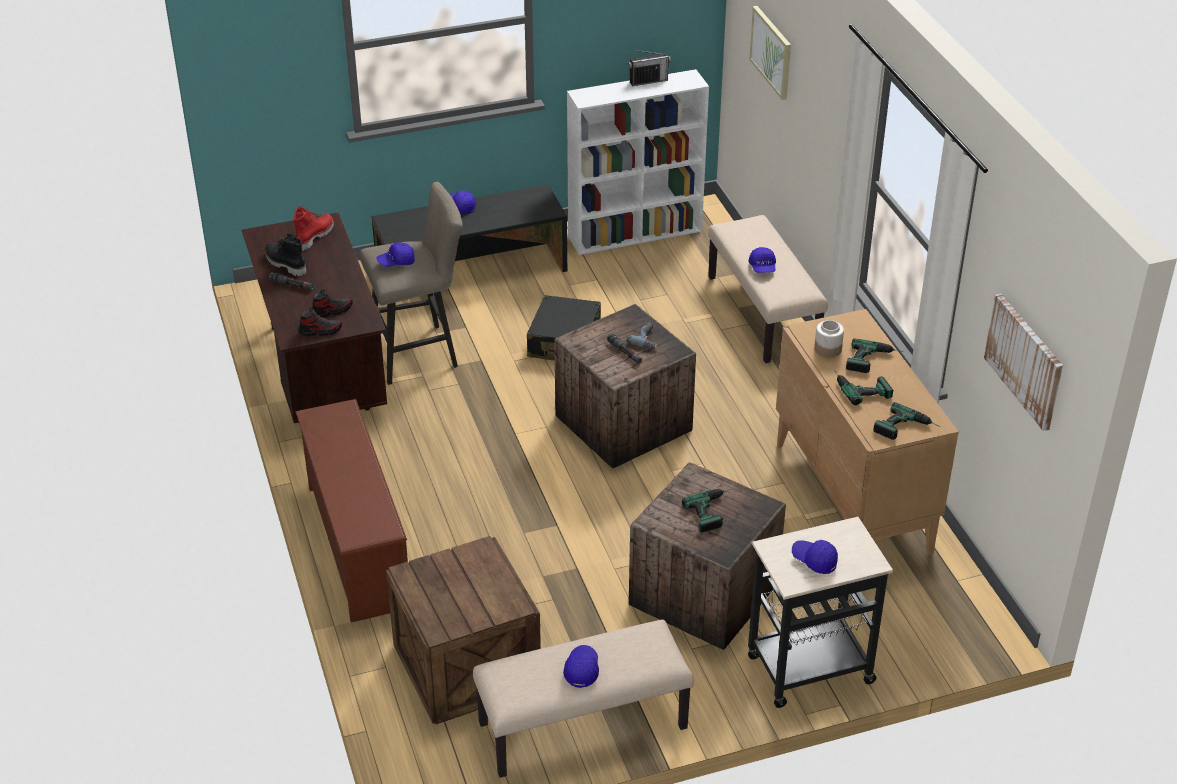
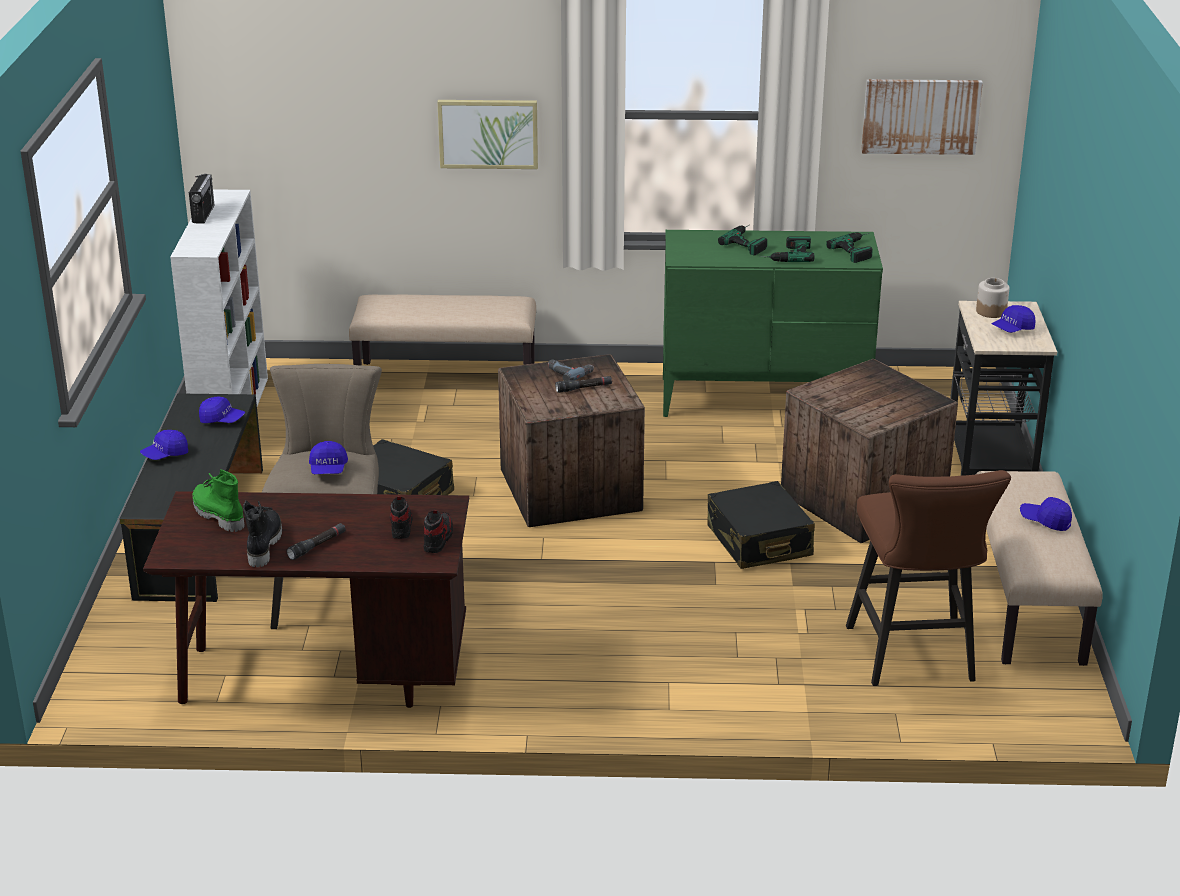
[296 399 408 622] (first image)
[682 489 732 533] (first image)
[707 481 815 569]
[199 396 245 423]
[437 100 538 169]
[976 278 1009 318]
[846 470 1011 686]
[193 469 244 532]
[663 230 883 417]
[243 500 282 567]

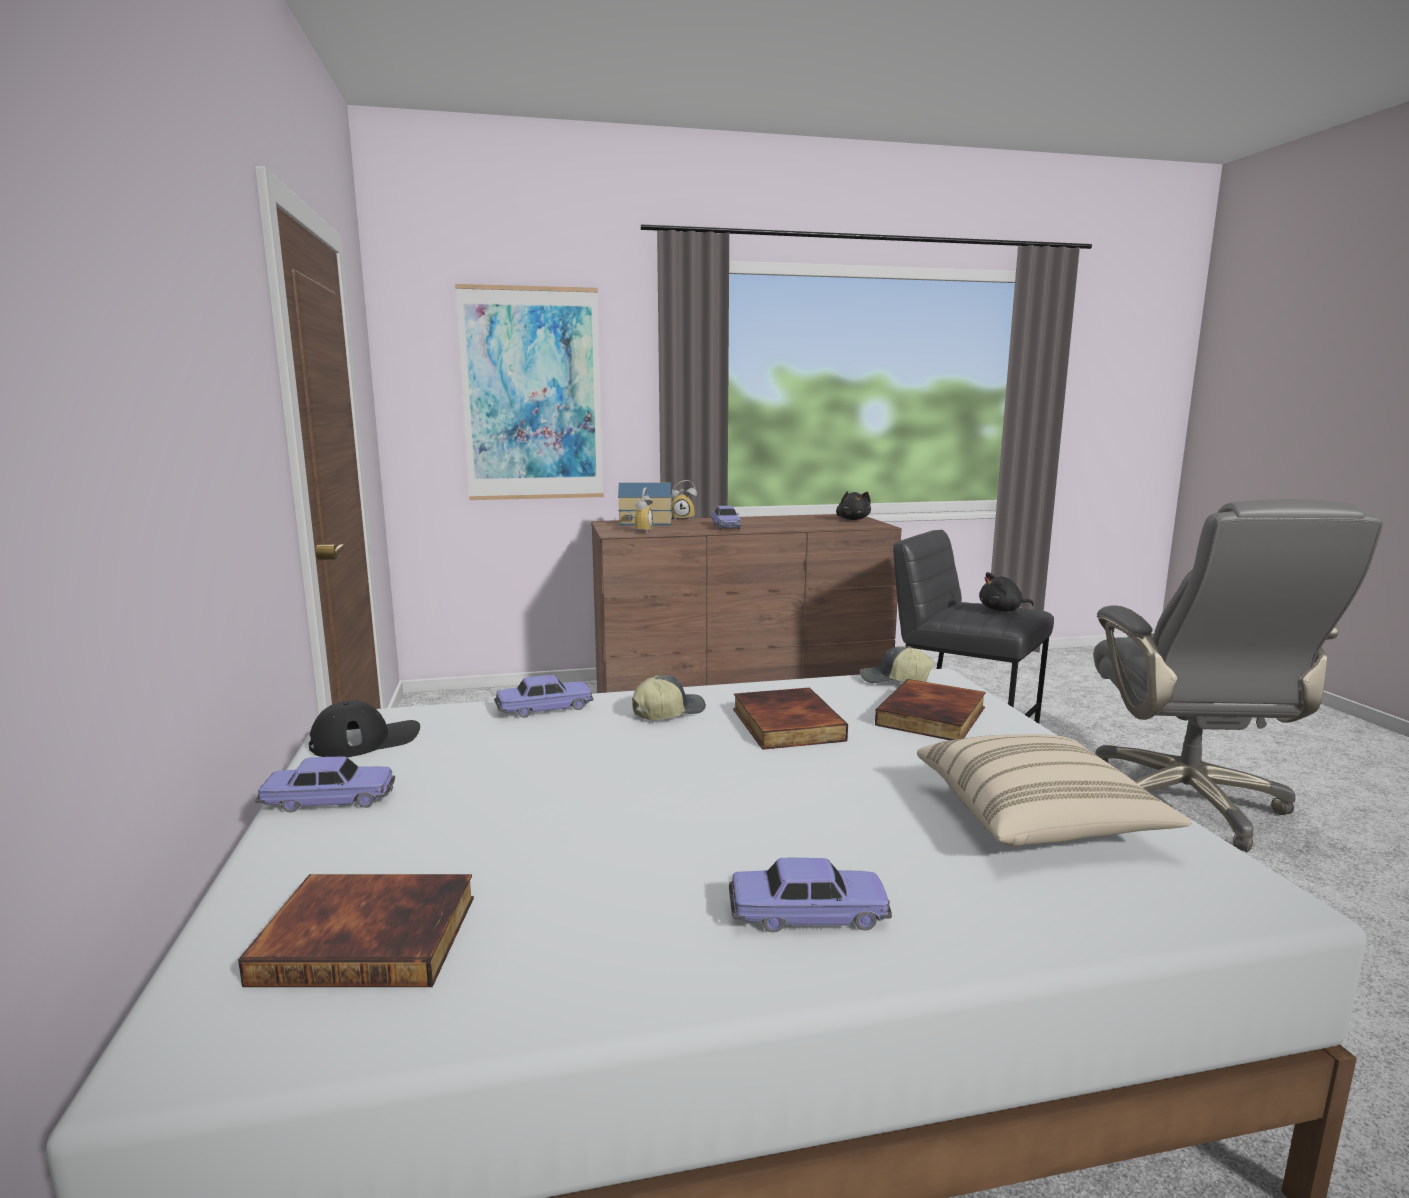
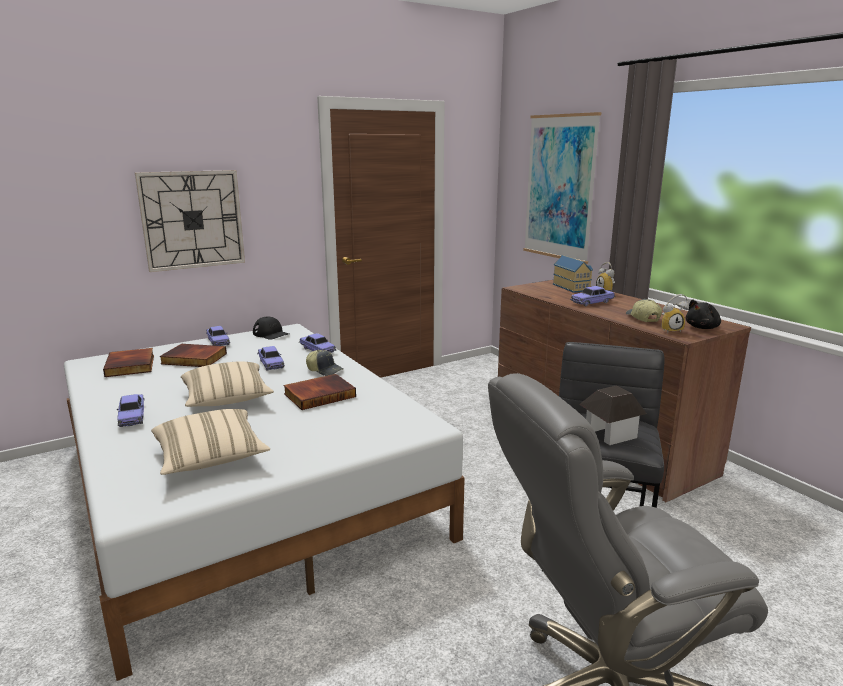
[135 170 245 272]
[181 361 274 407]
[257 346 285 371]
[661 294 689 332]
[626 299 662 322]
[159 344 227 367]
[579 386 647 445]

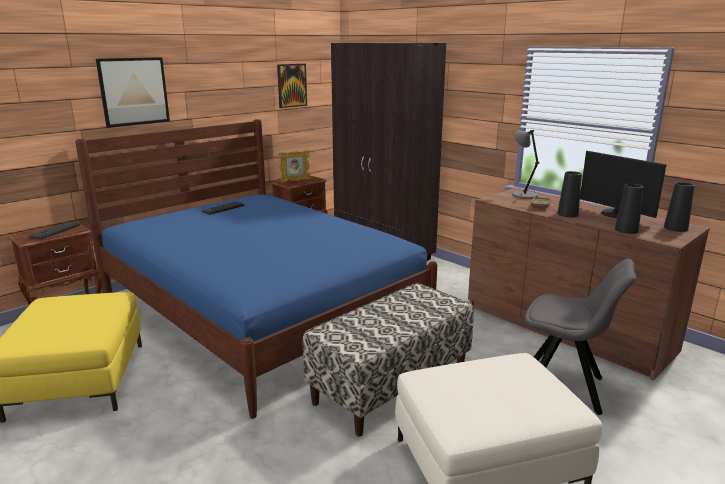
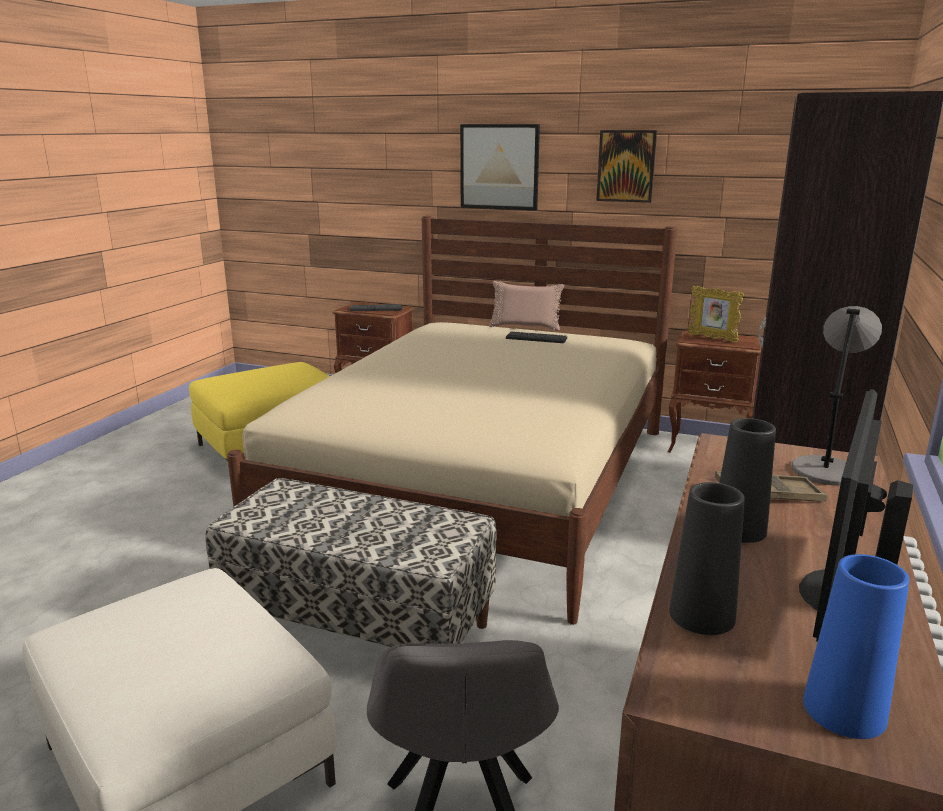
[489 281 564 331]
[596 130 657 203]
[227 216 677 625]
[803 554 909 739]

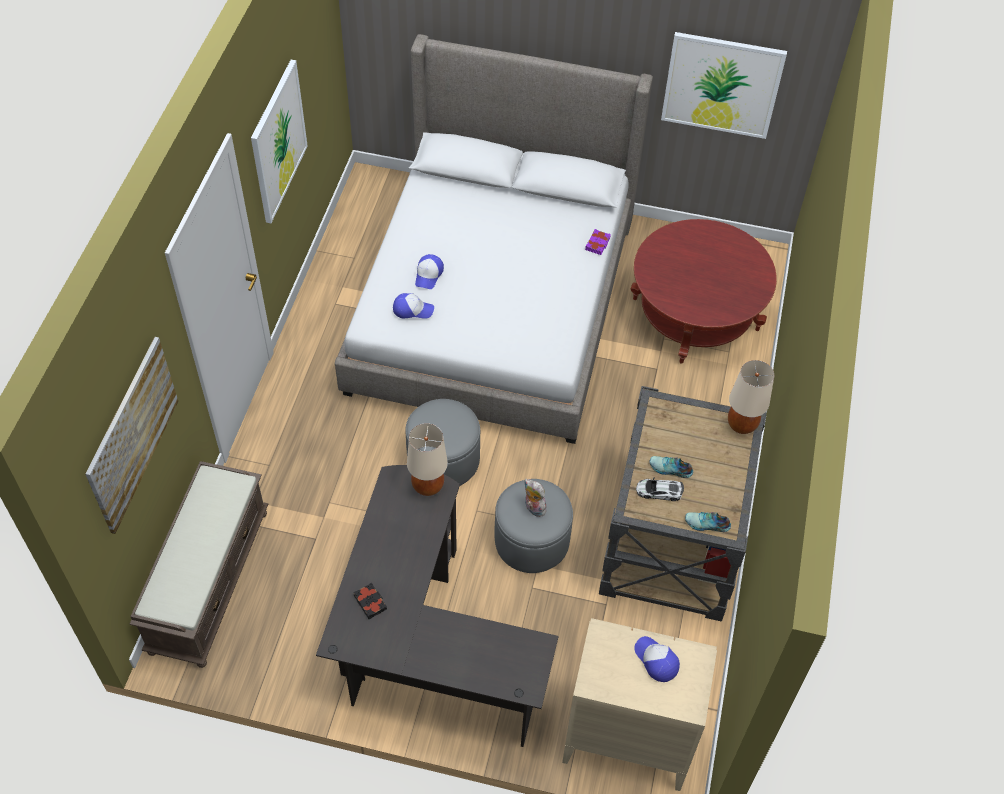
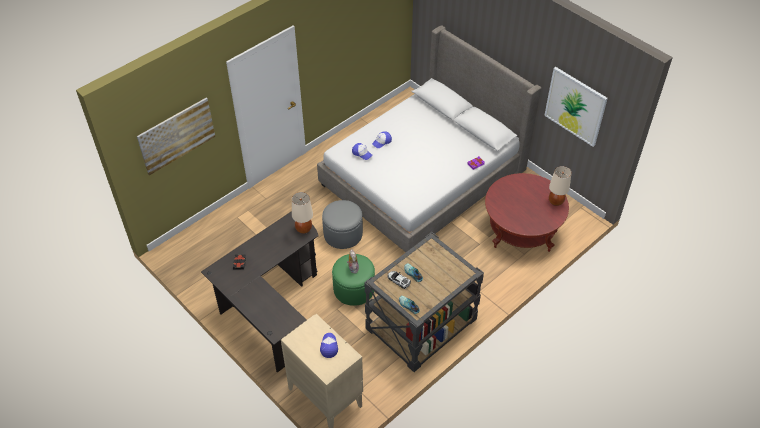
[129 461 268 668] (first image)
[251 60 308 223] (first image)
[549 166 571 206]
[332 254 375 306]

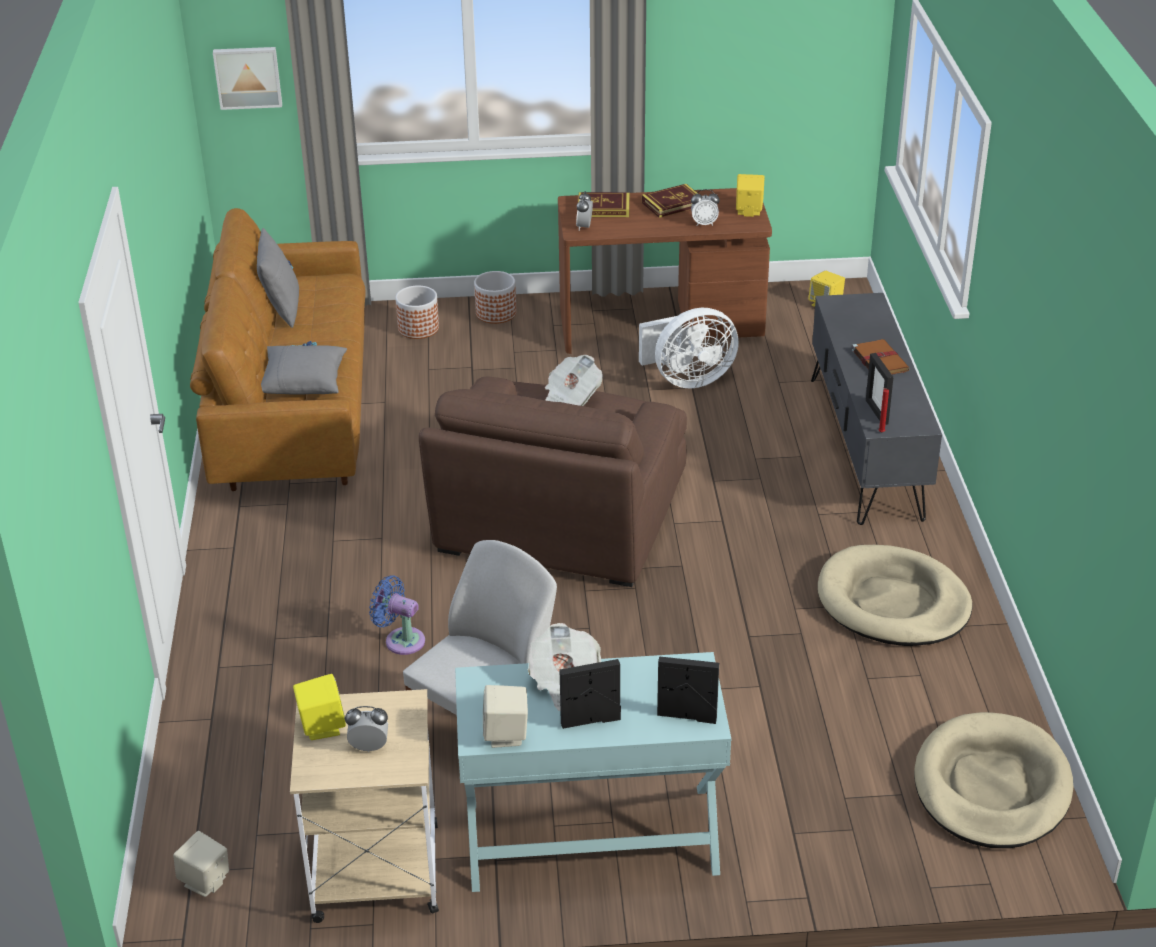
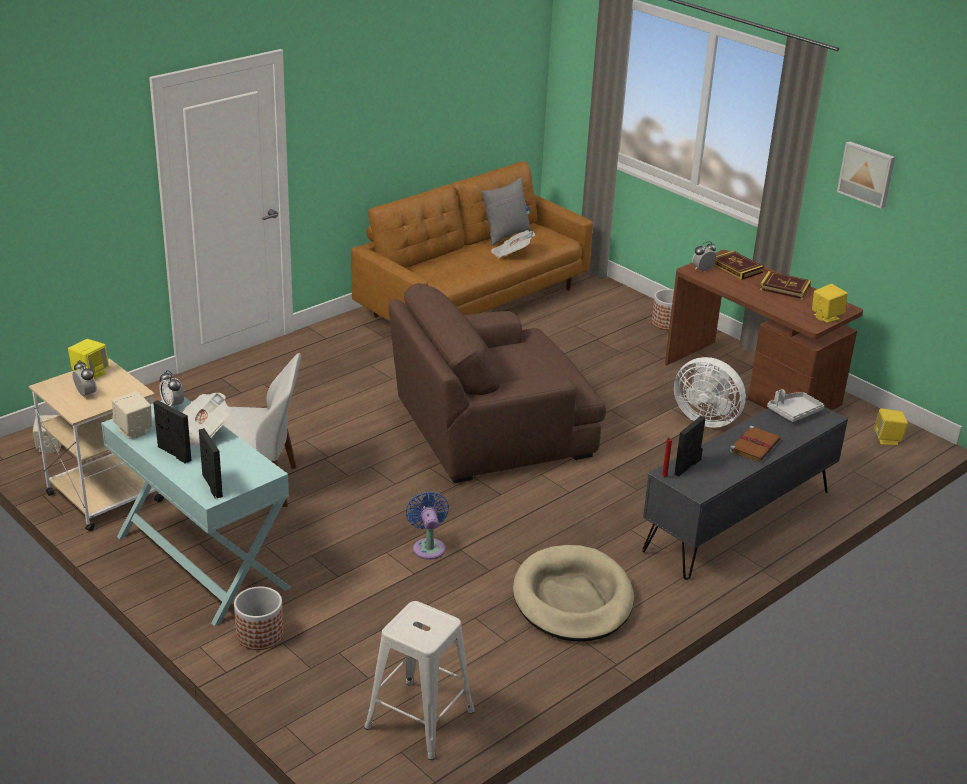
[261 341 347 395] (first image)
[767 389 824 422]
[837 141 895 209]
[406 491 449 560]
[234 587 284 650]
[491 230 535 258]
[159 370 184 408]
[364 601 475 760]

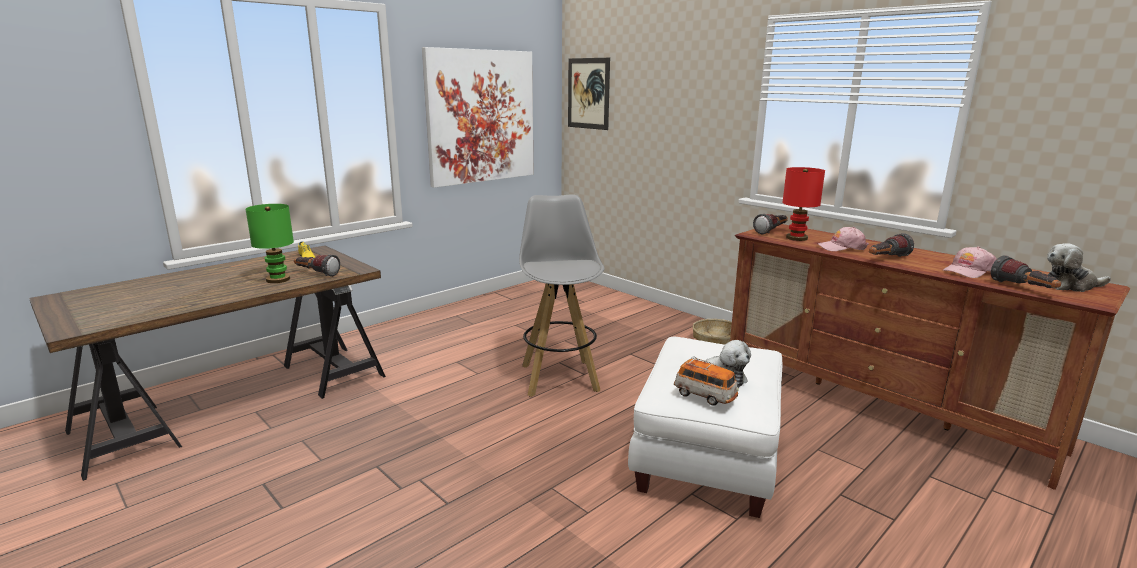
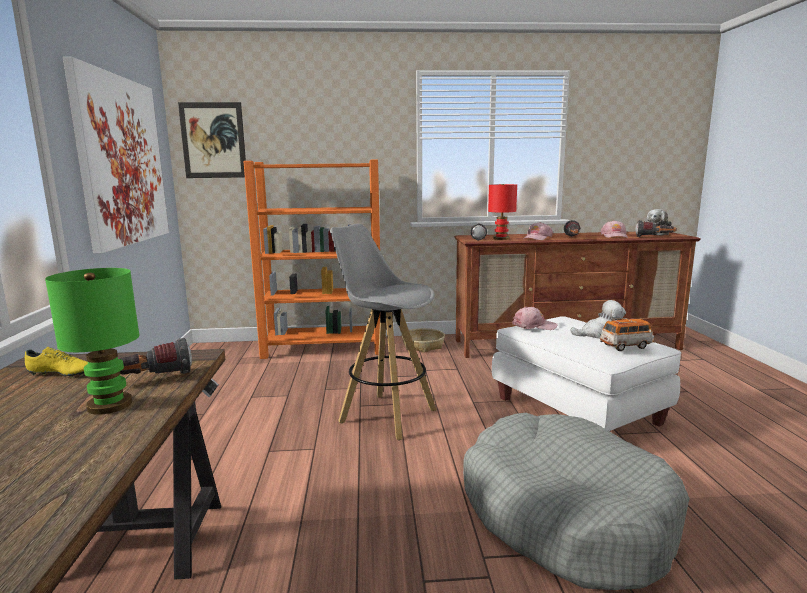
[244 159 380 359]
[463 413 690 590]
[512 307 557 330]

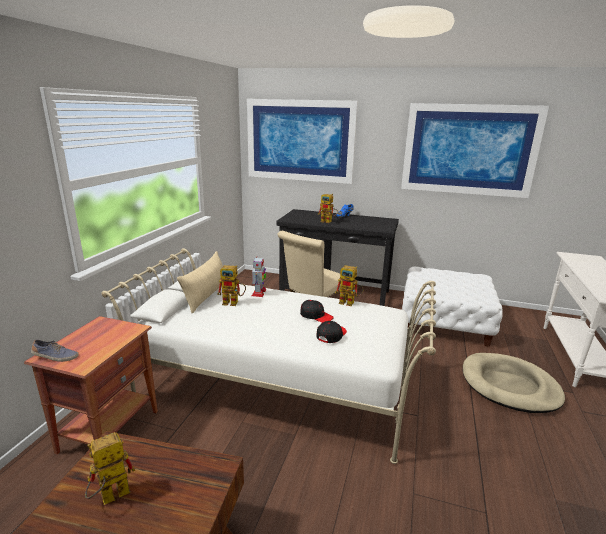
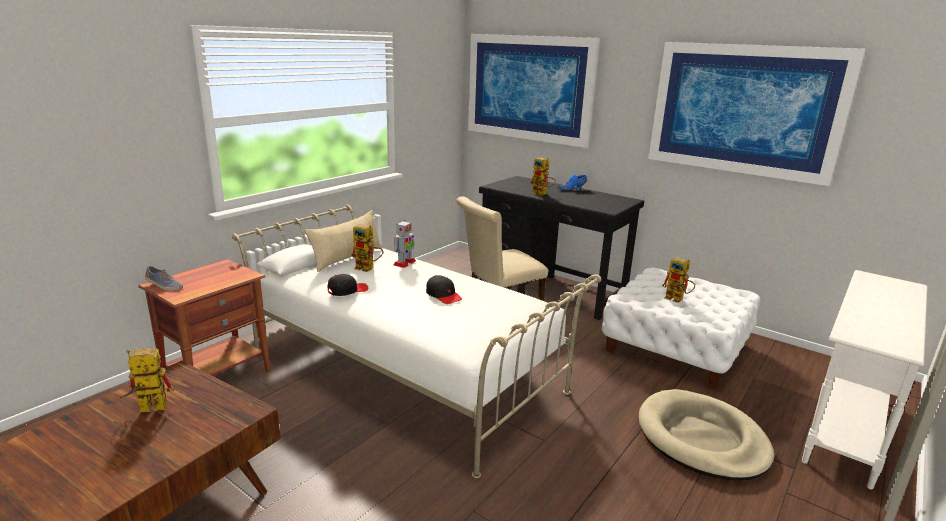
[328 274 368 296]
[662 257 695 303]

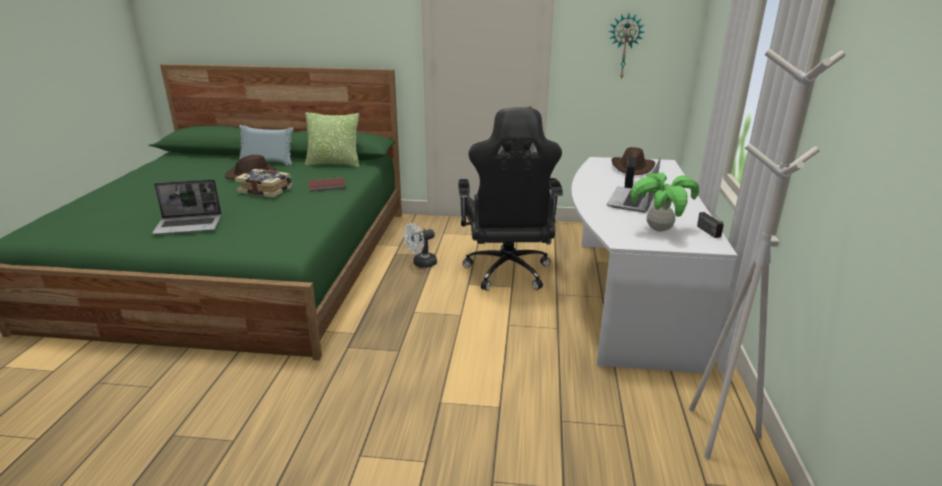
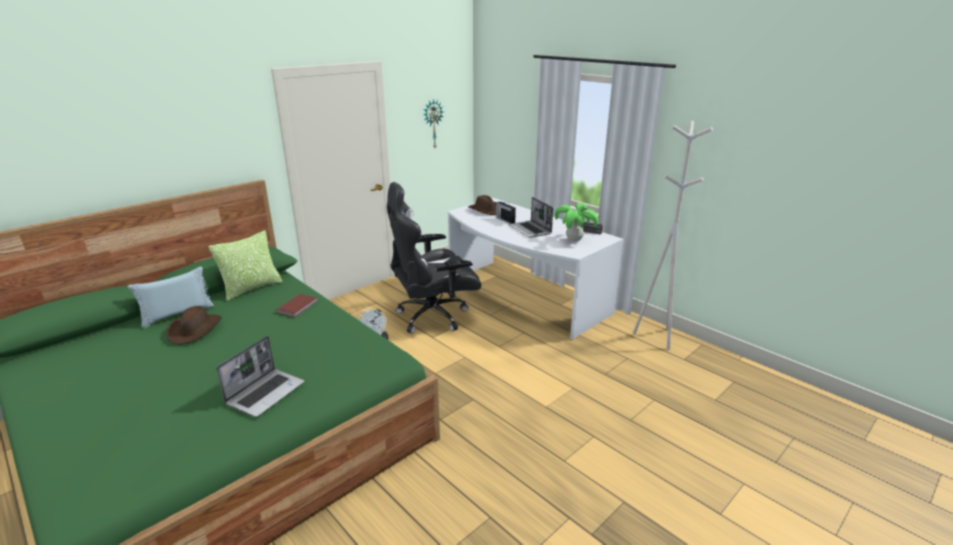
[235 169 292 198] (first image)
[387 182 481 333]

